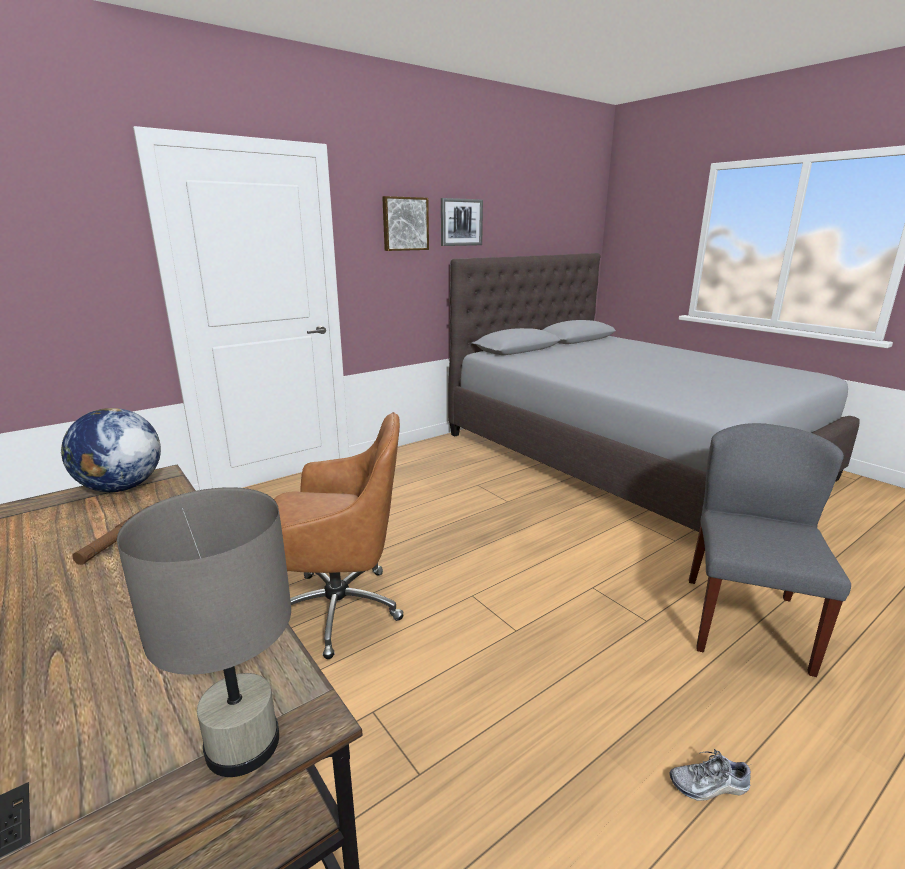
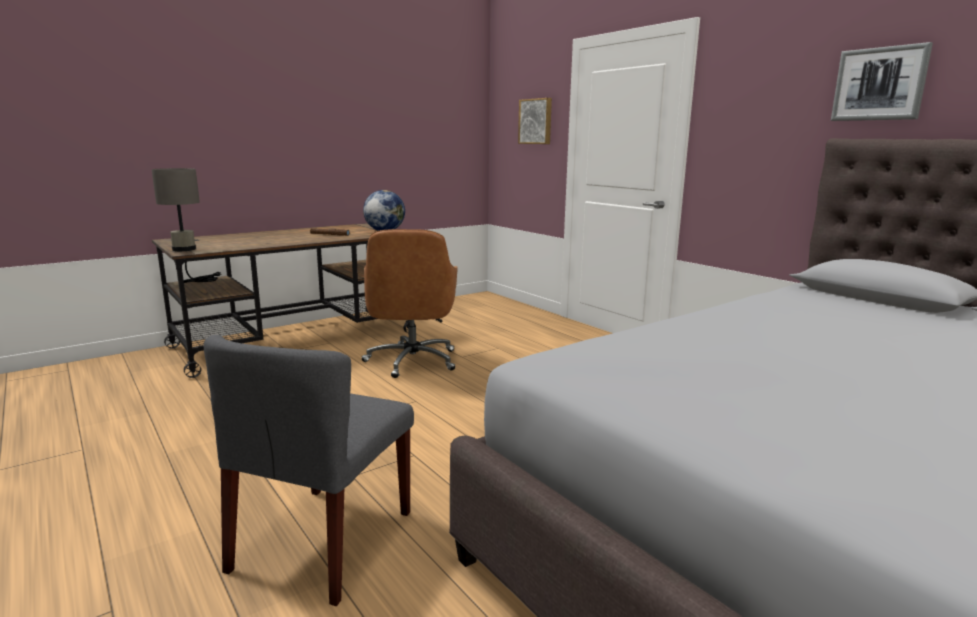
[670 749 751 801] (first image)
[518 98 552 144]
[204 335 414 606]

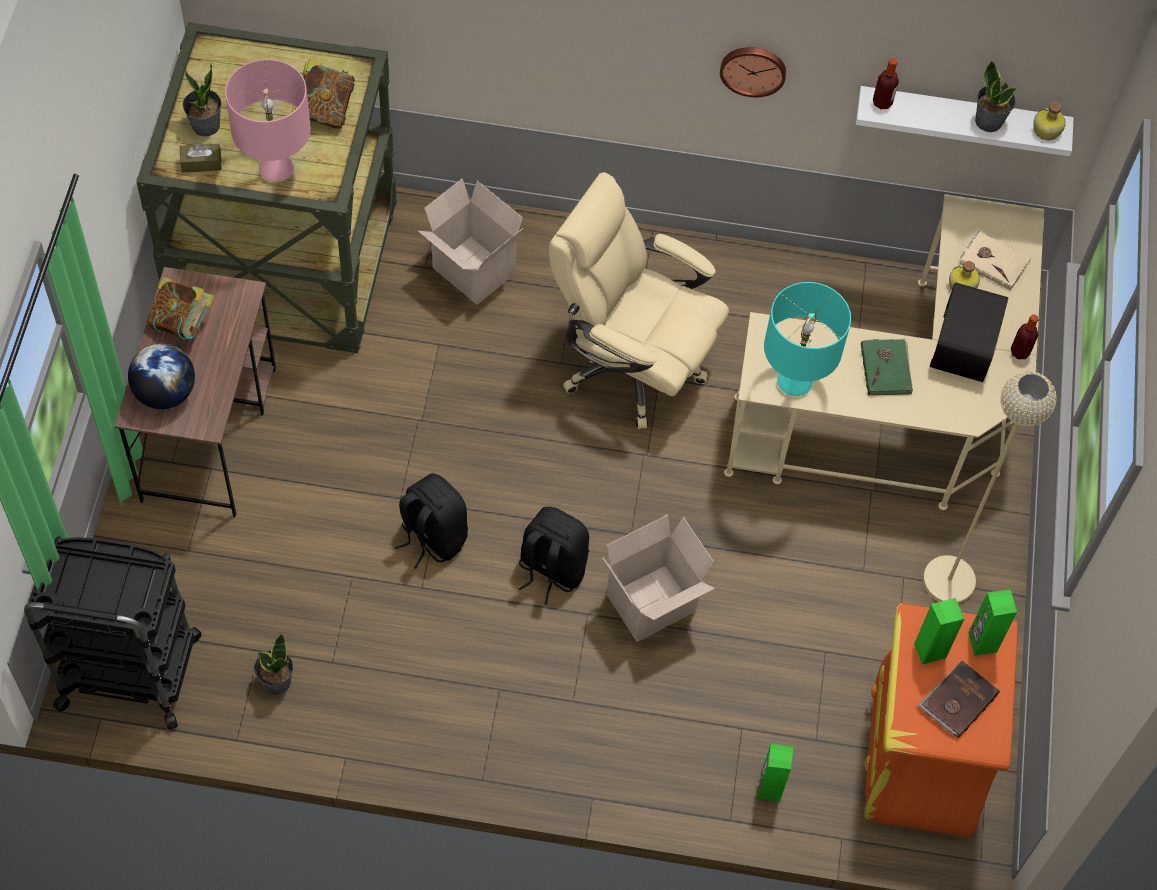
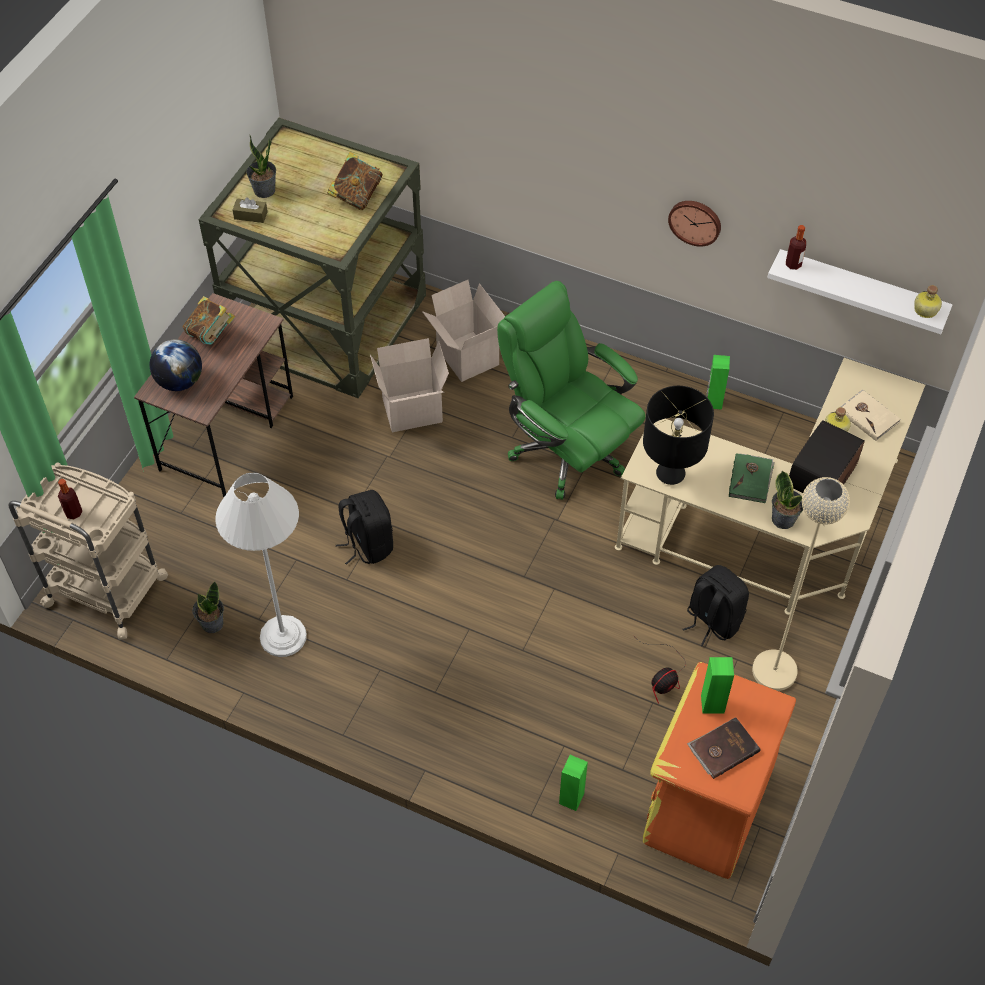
[225 59 311 182] (first image)
[215 473 307 657]
[638 640 686 704]
[682 565 749 647]
[370 338 449 432]
[707 355 730 410]
[772 470 803 529]
[58 479 82 519]
[8 462 168 639]
[497 281 646 500]
[643 386 714 485]

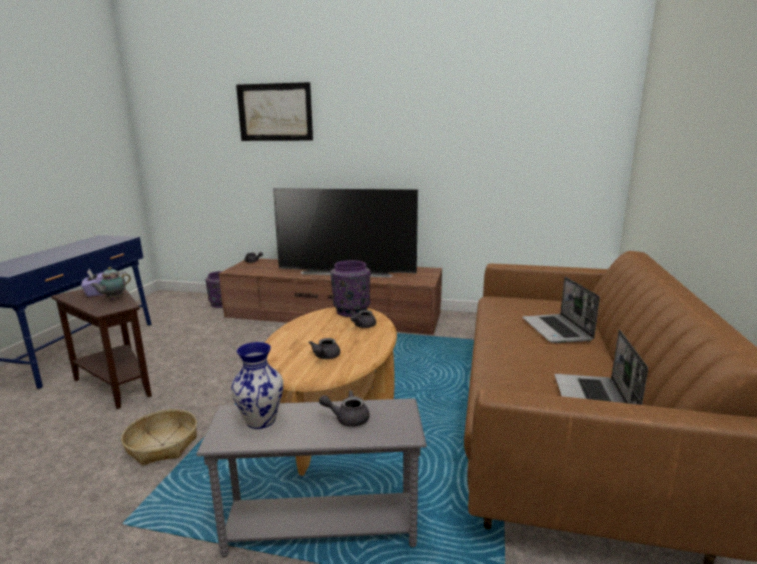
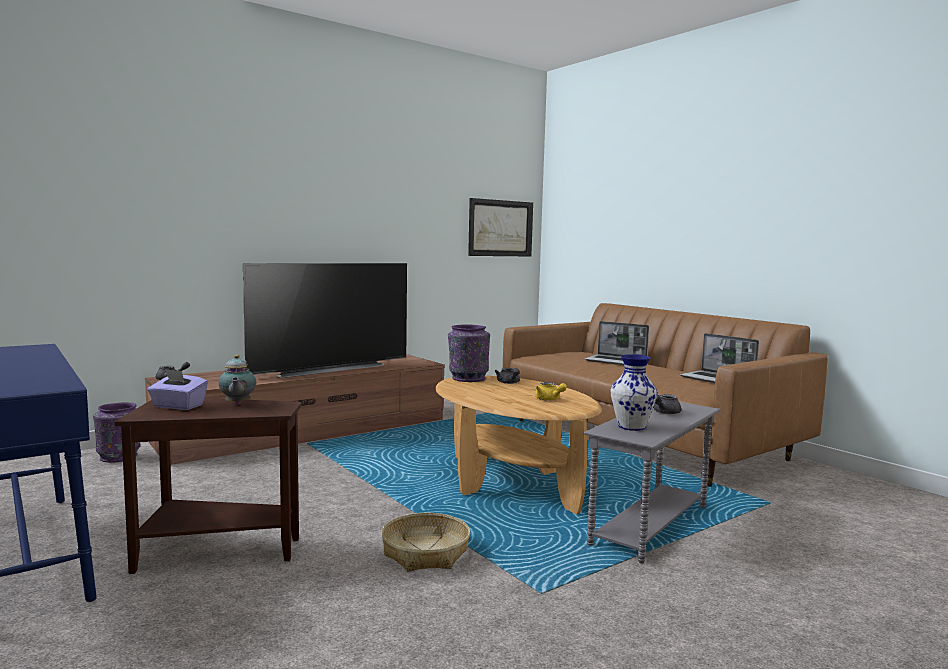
[468 198 533 257]
[535 382 567 401]

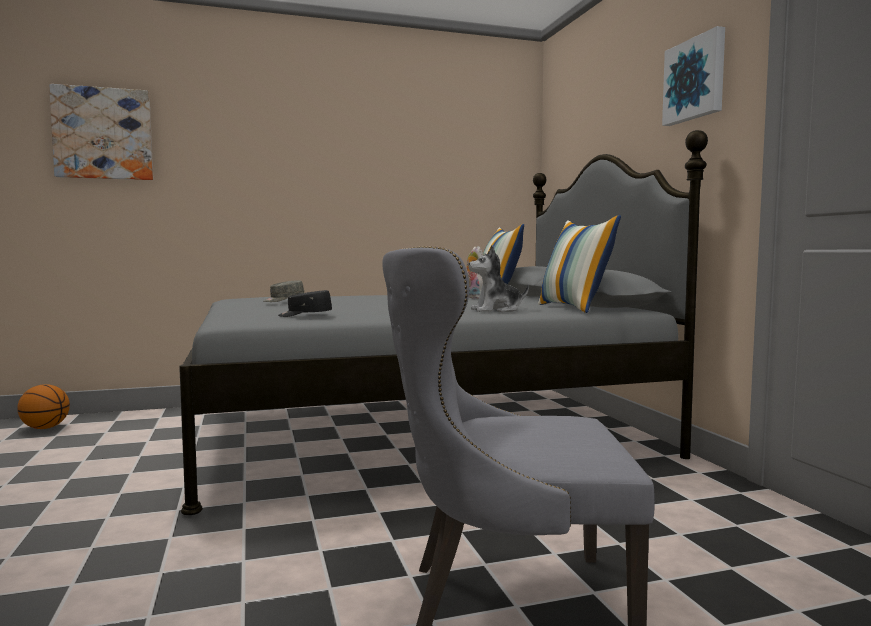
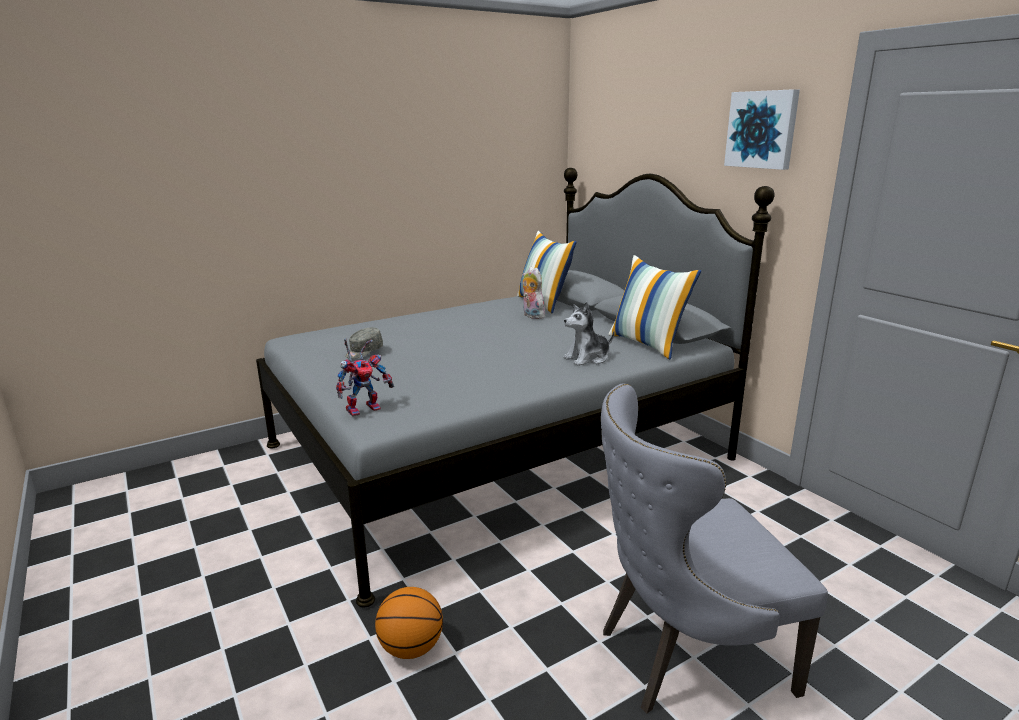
[49 84 153 180] (first image)
[278 290 332 317] (first image)
[336 338 394 417]
[375 587 443 659]

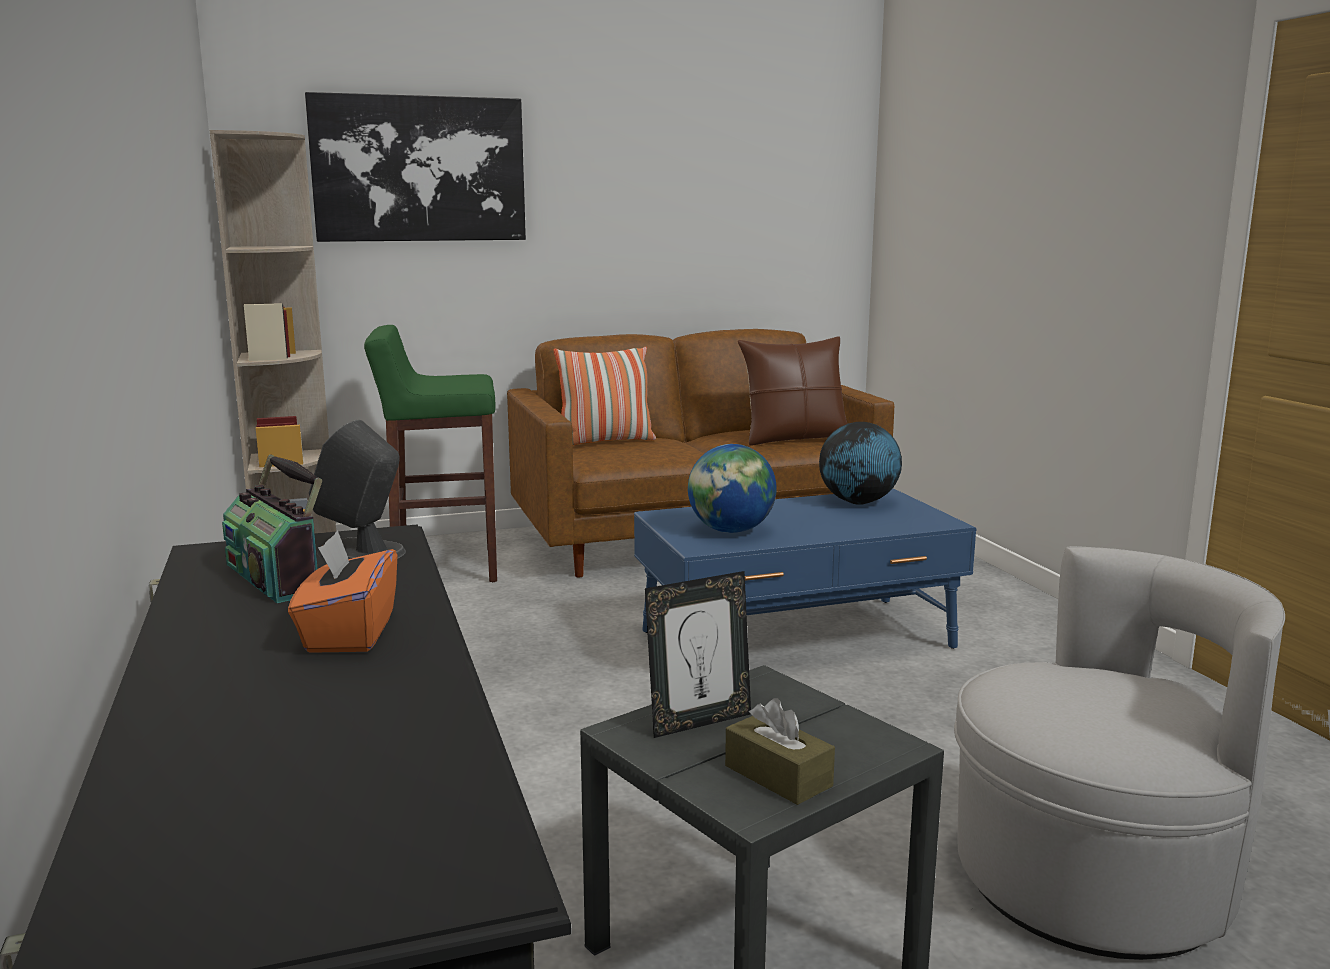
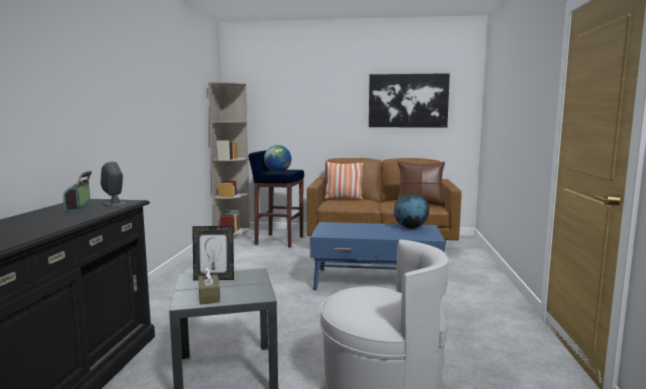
[288 530 397 653] (first image)
[369 73 450 127]
[264 145 292 172]
[248 150 304 248]

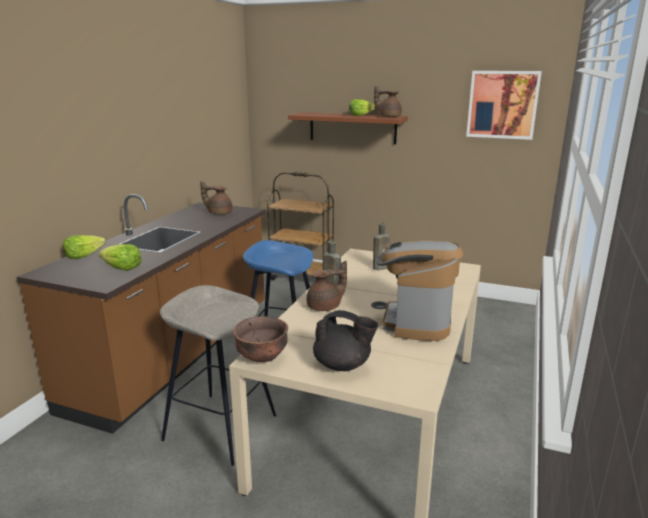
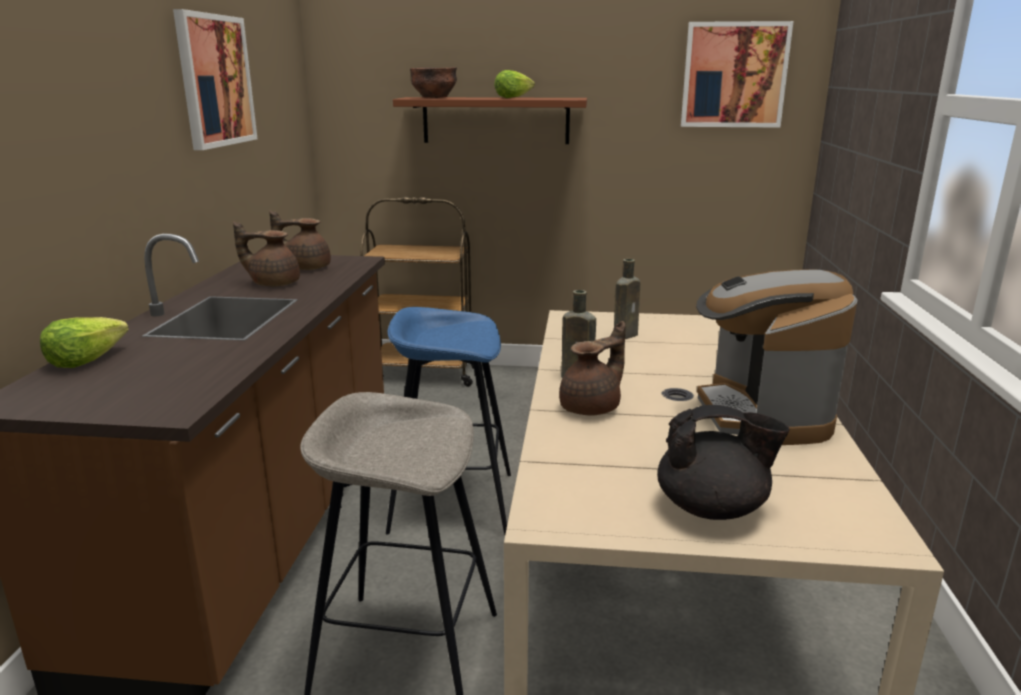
[98 244 142 271] (first image)
[173 9 258 150]
[410 67 457 98]
[233 221 300 286]

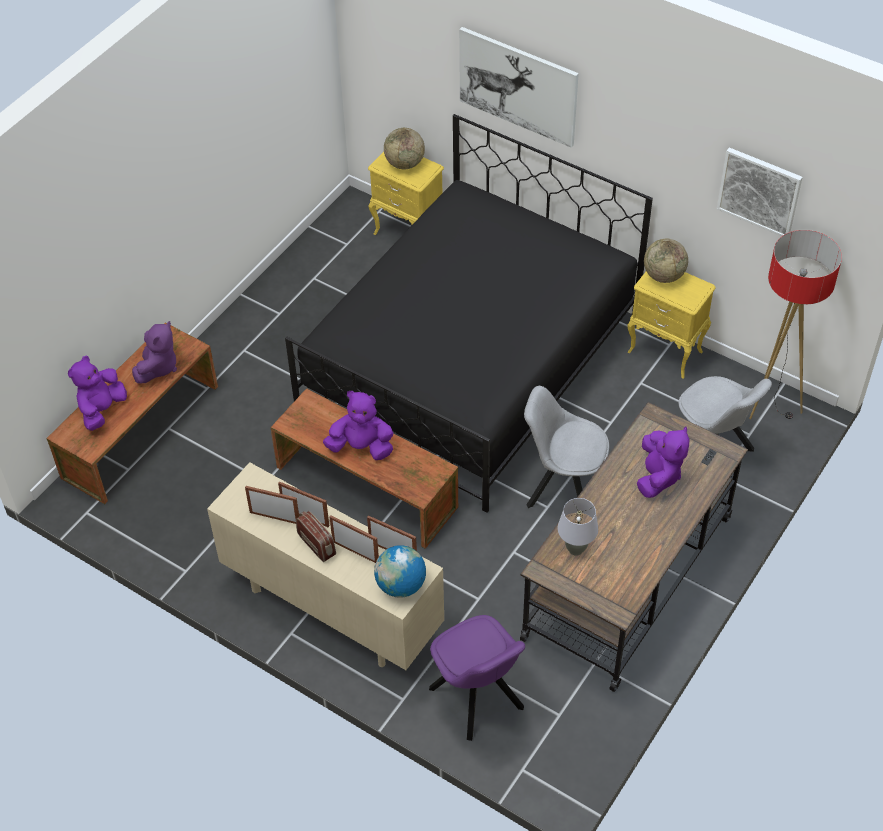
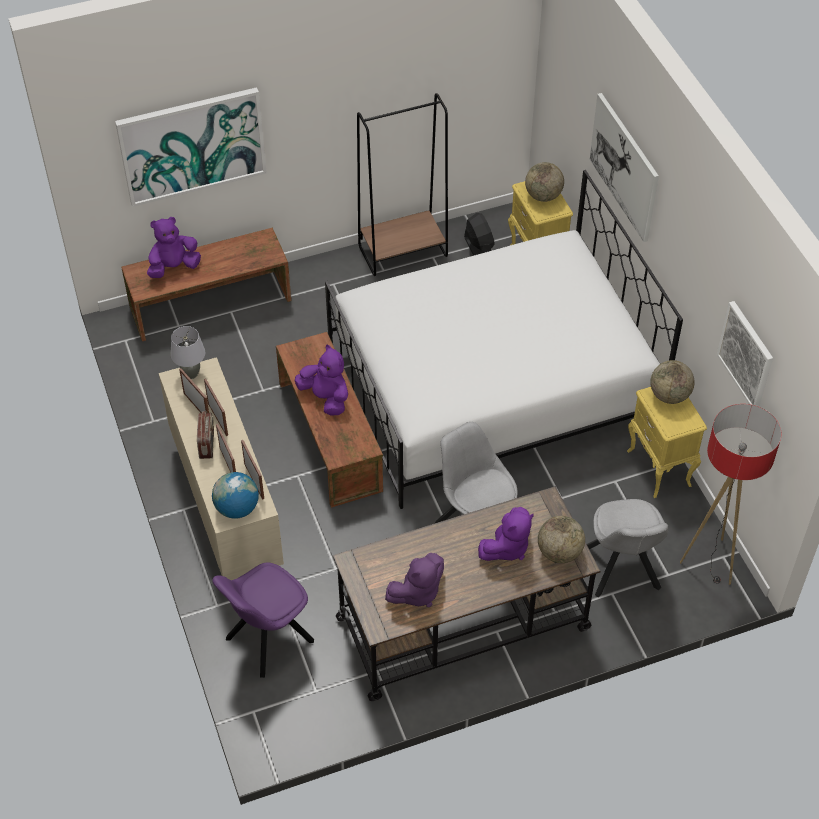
[115 87 267 207]
[357 93 448 276]
[464 213 495 255]
[538 516 585 563]
[385 553 444 607]
[171 326 205 379]
[325 170 683 509]
[212 562 314 678]

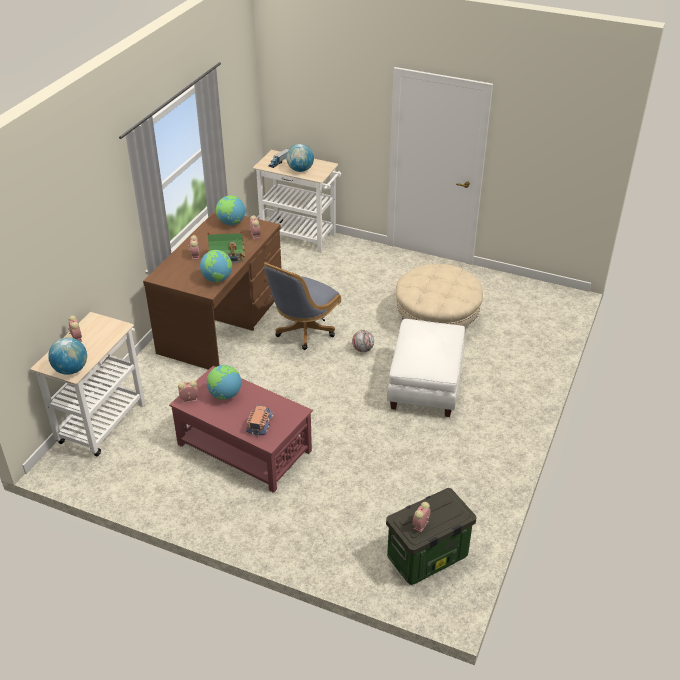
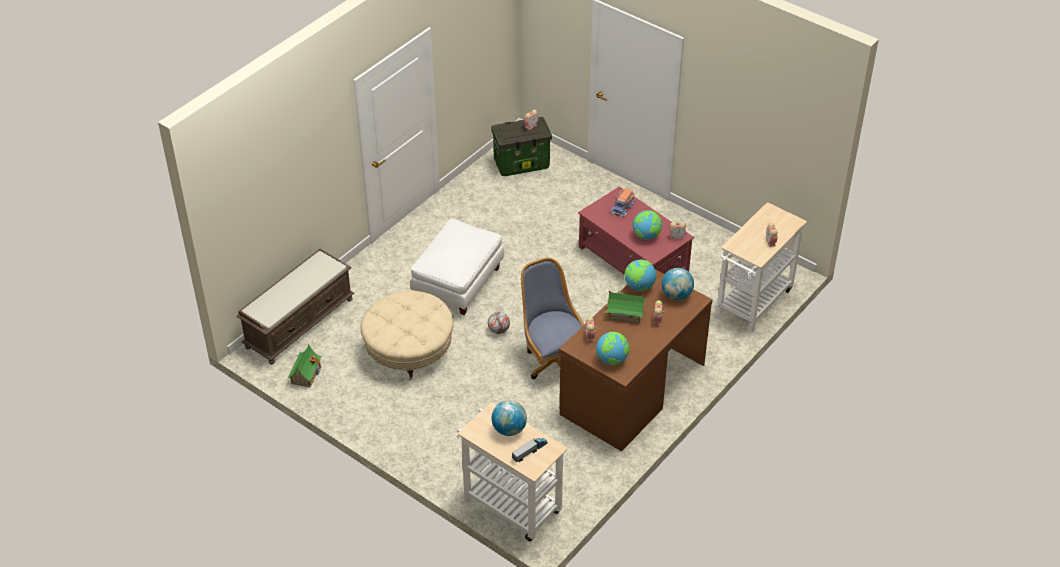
[237 249 354 365]
[288 343 322 388]
[662 268 694 300]
[521 257 585 379]

